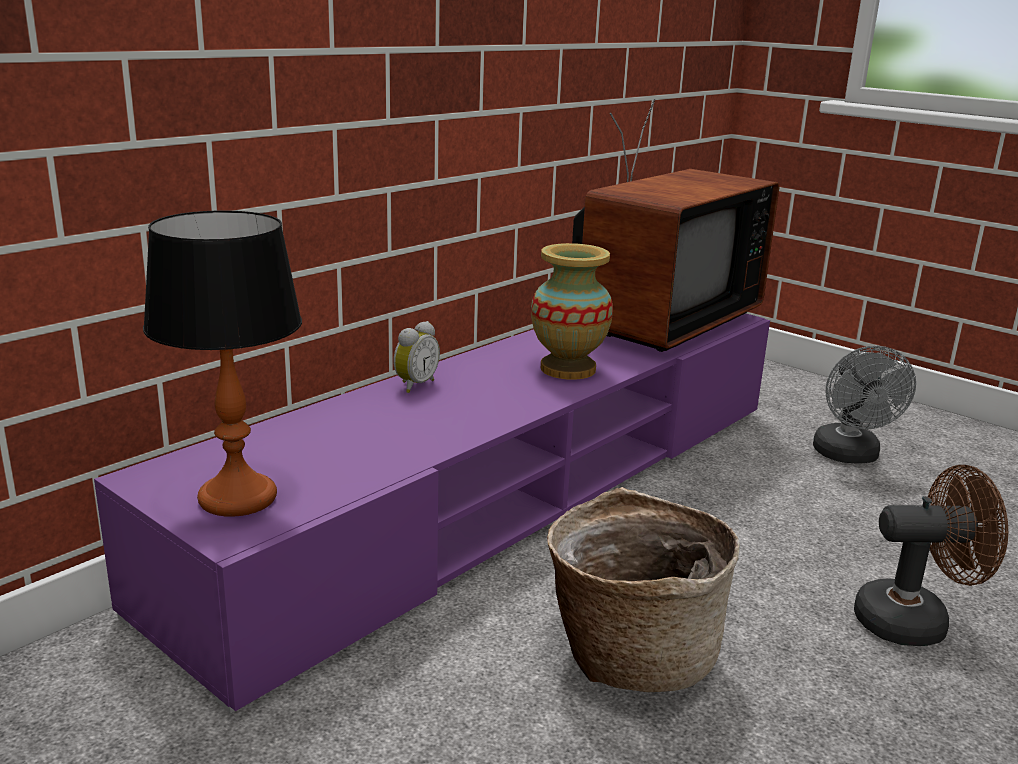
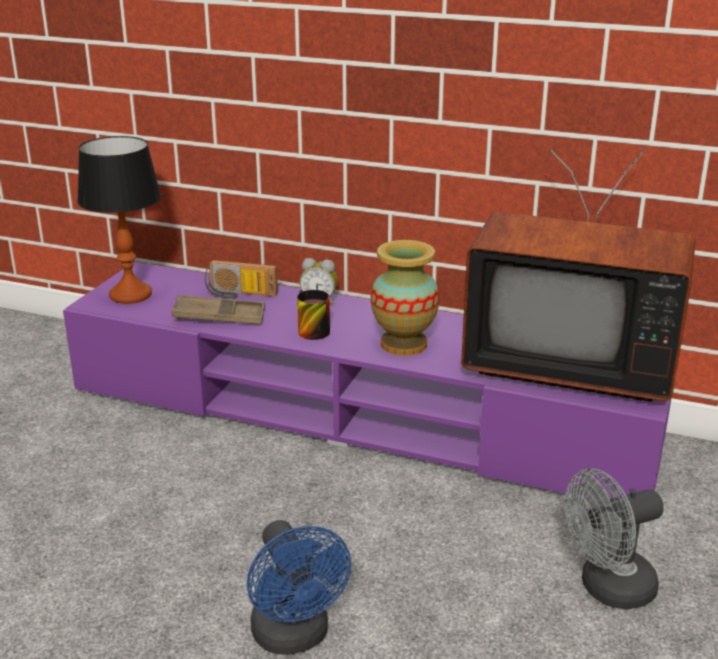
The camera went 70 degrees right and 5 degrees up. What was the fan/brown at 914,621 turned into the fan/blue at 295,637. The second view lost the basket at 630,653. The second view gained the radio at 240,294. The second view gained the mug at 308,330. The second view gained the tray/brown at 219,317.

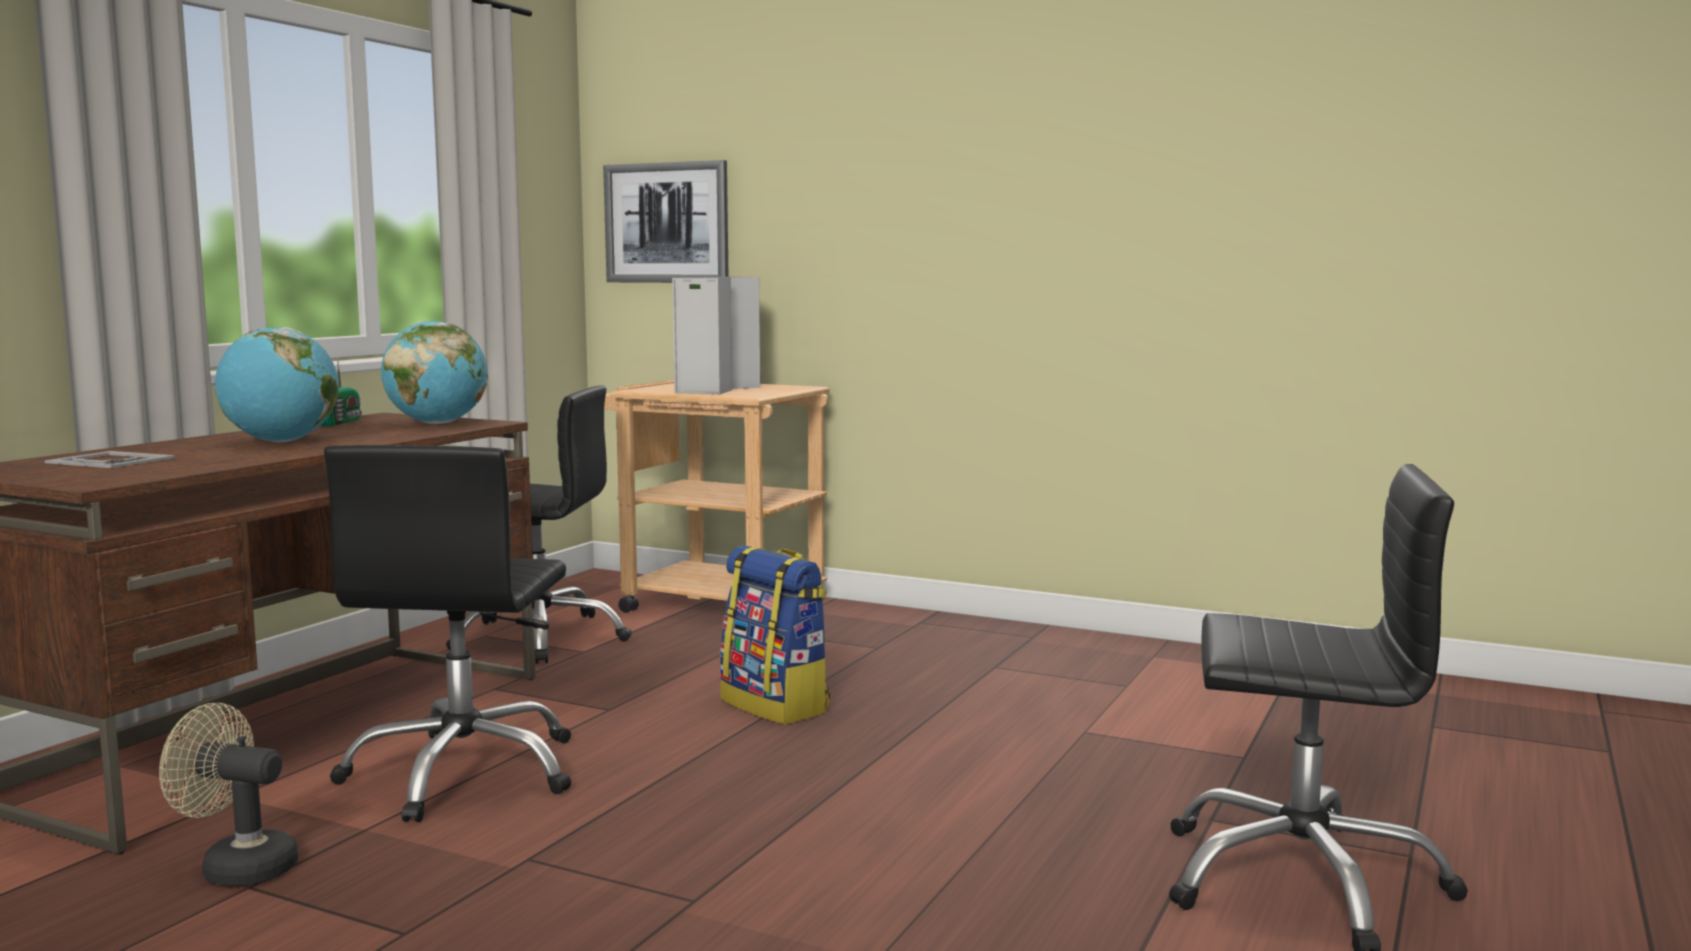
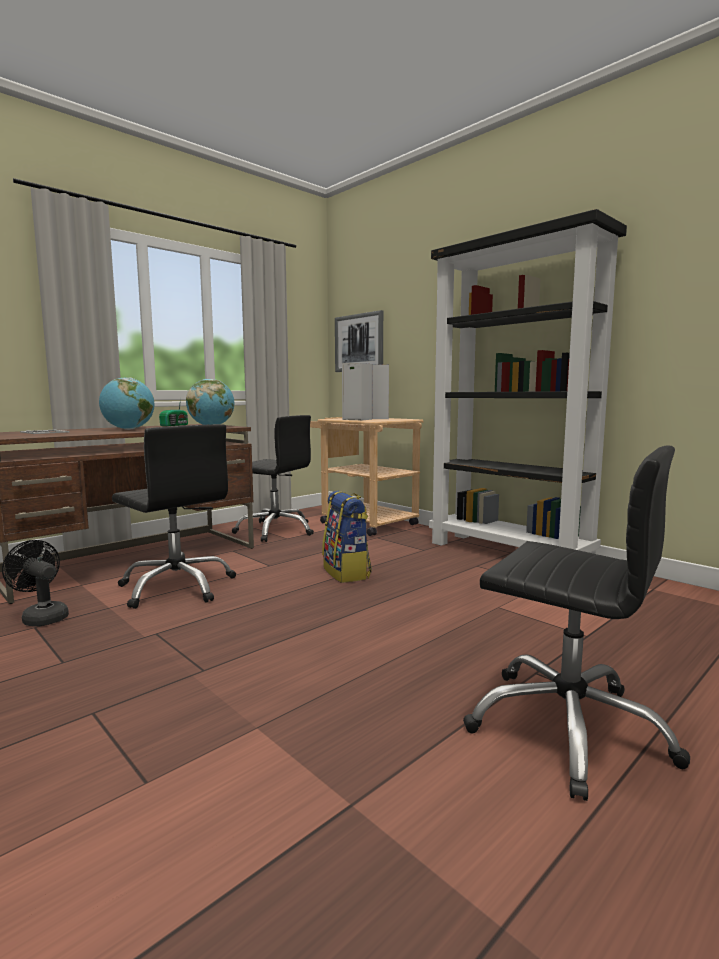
The camera went 20 degrees right and 0 degrees up. The office chair/black at 464,773 ended up facing another way, 75 degrees counterclockwise from before. What was the fan/beige at 237,867 turned into the fan/black at 42,617. The second view gained the bookcase/black at 509,553.

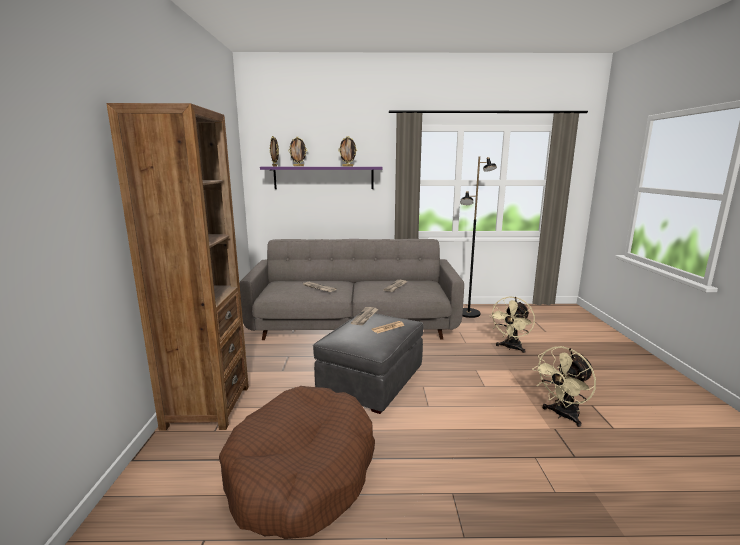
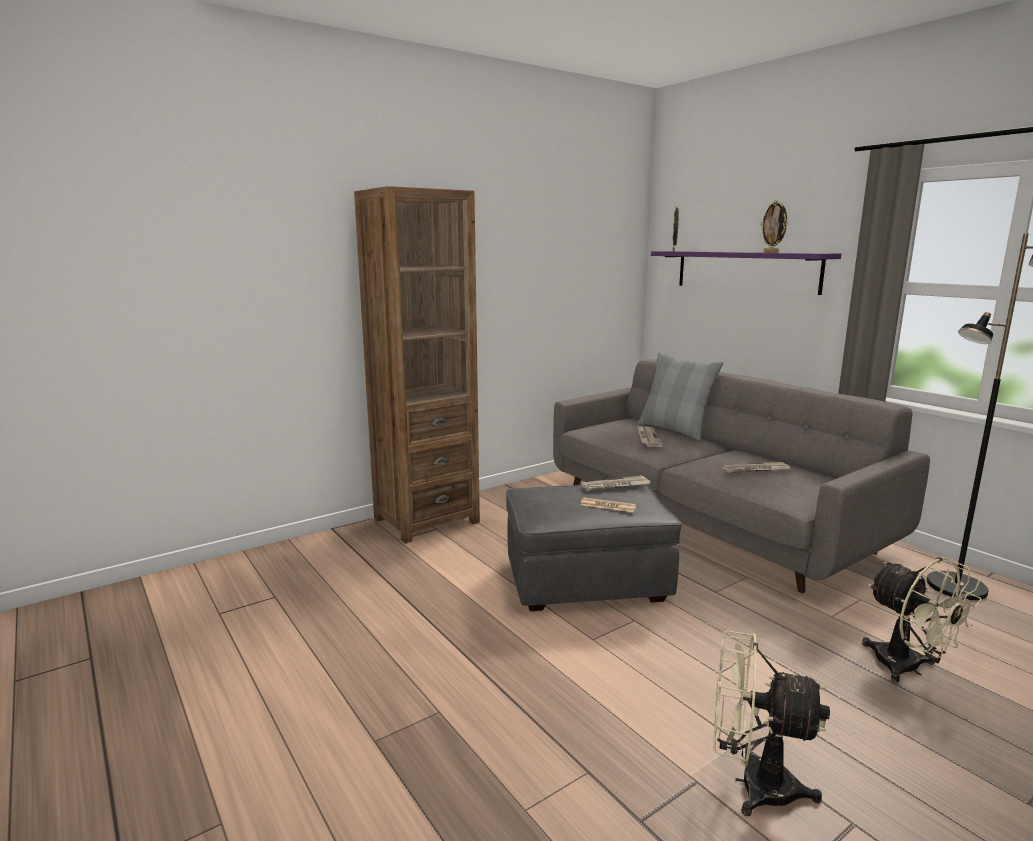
The camera went 55 degrees right and 0 degrees up. The second view lost the picture frame at 298,166. The fan/beige at 510,348 ended up facing another way, 120 degrees counterclockwise from before. The second view lost the dog bed/brown at 302,472. The second view gained the pillow/grey at 675,430.

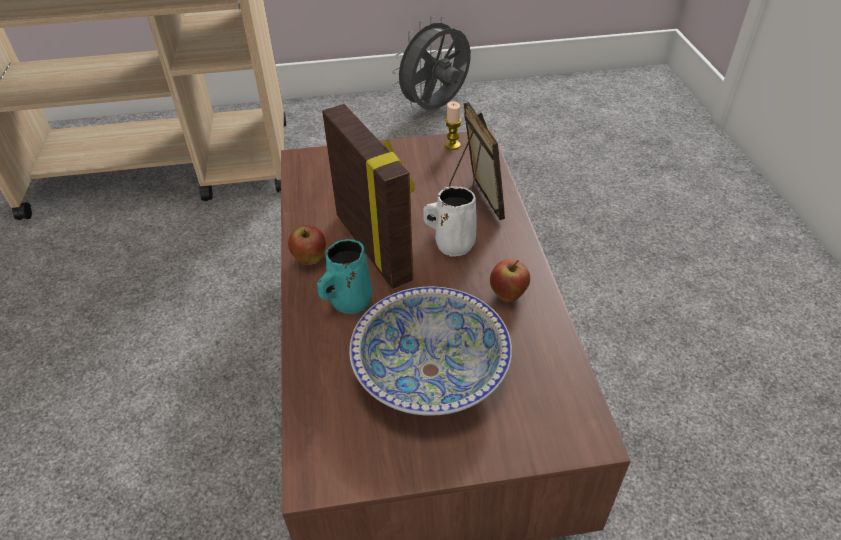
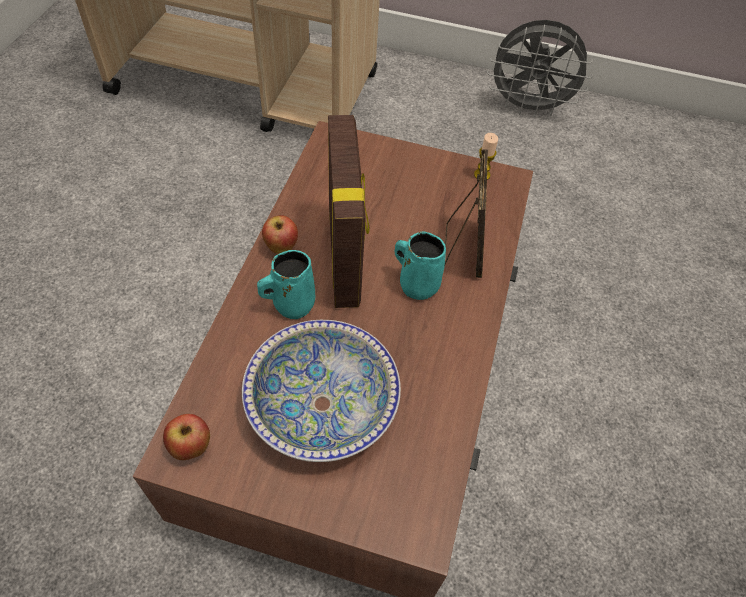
The camera went 20 degrees right and 10 degrees up. The fan/grey at 435,108 ended up facing another way, 150 degrees counterclockwise from before. What was the mug/white at 452,244 turned into the mug/turquoise at 417,284. The apple ended up elsewhere, having gone from 508,295 to 191,447.

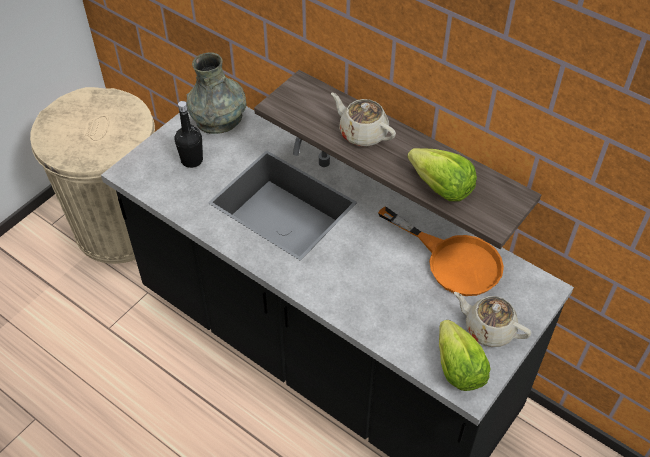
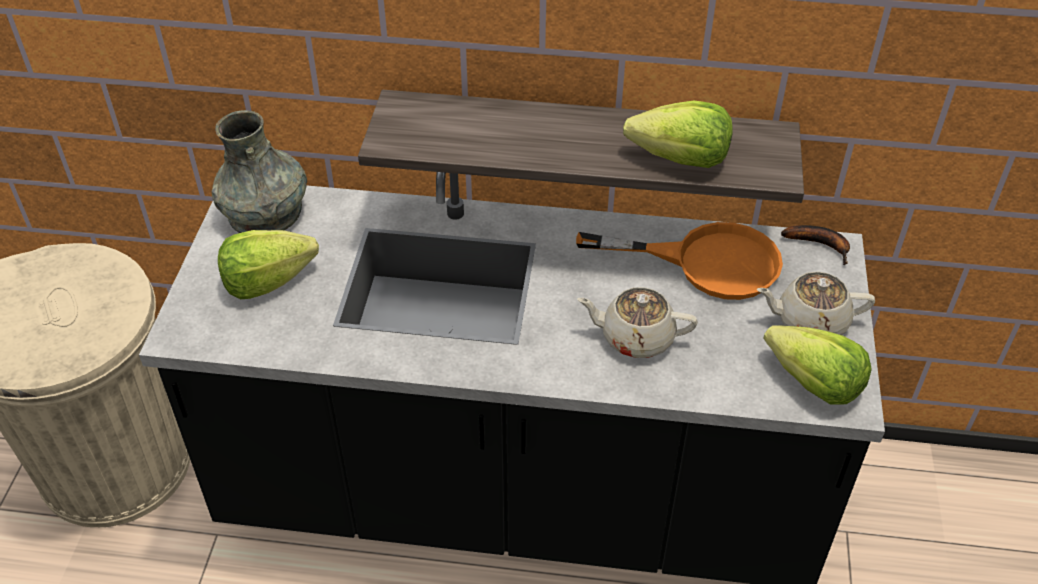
The camera went 30 degrees left and 5 degrees down. The teapot/beige ended up elsewhere, having gone from 362,133 to 635,337. Where the bottle/black stood at 192,160, the lettuce came to stand at 267,281. The second view gained the banana at 821,245.

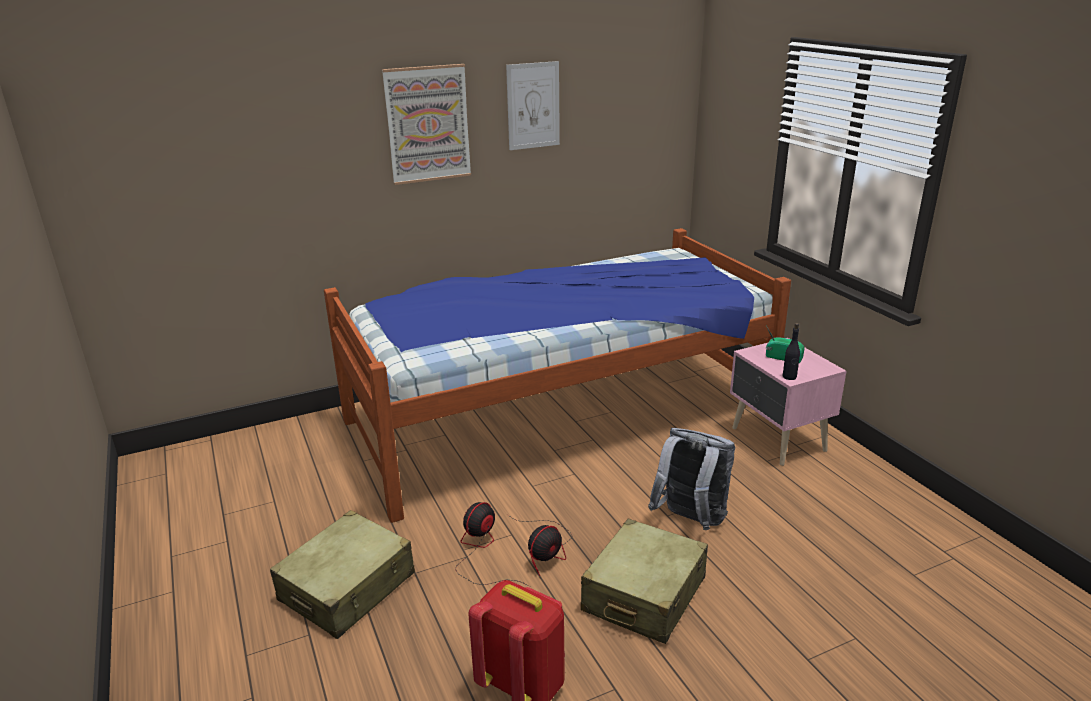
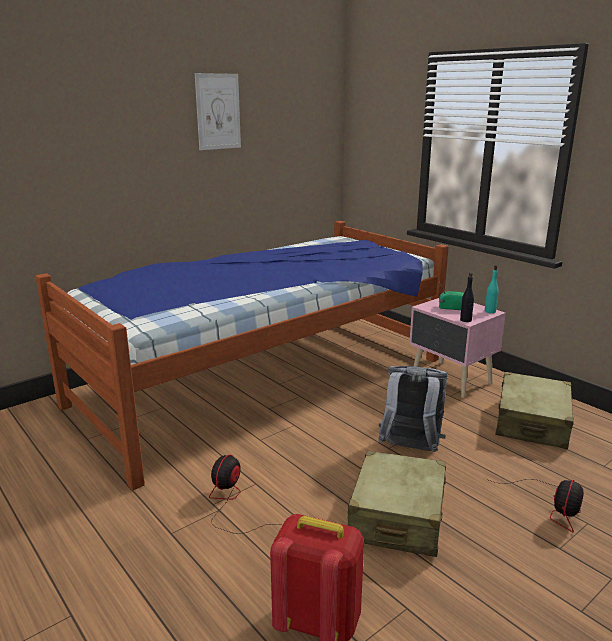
The camera went 15 degrees left and 5 degrees down. The second view lost the picture at 428,124. The suitcase/beige ended up elsewhere, having gone from 348,587 to 532,422. The fan ended up elsewhere, having gone from 545,550 to 552,507. The second view gained the bottle/turquoise at 490,311.

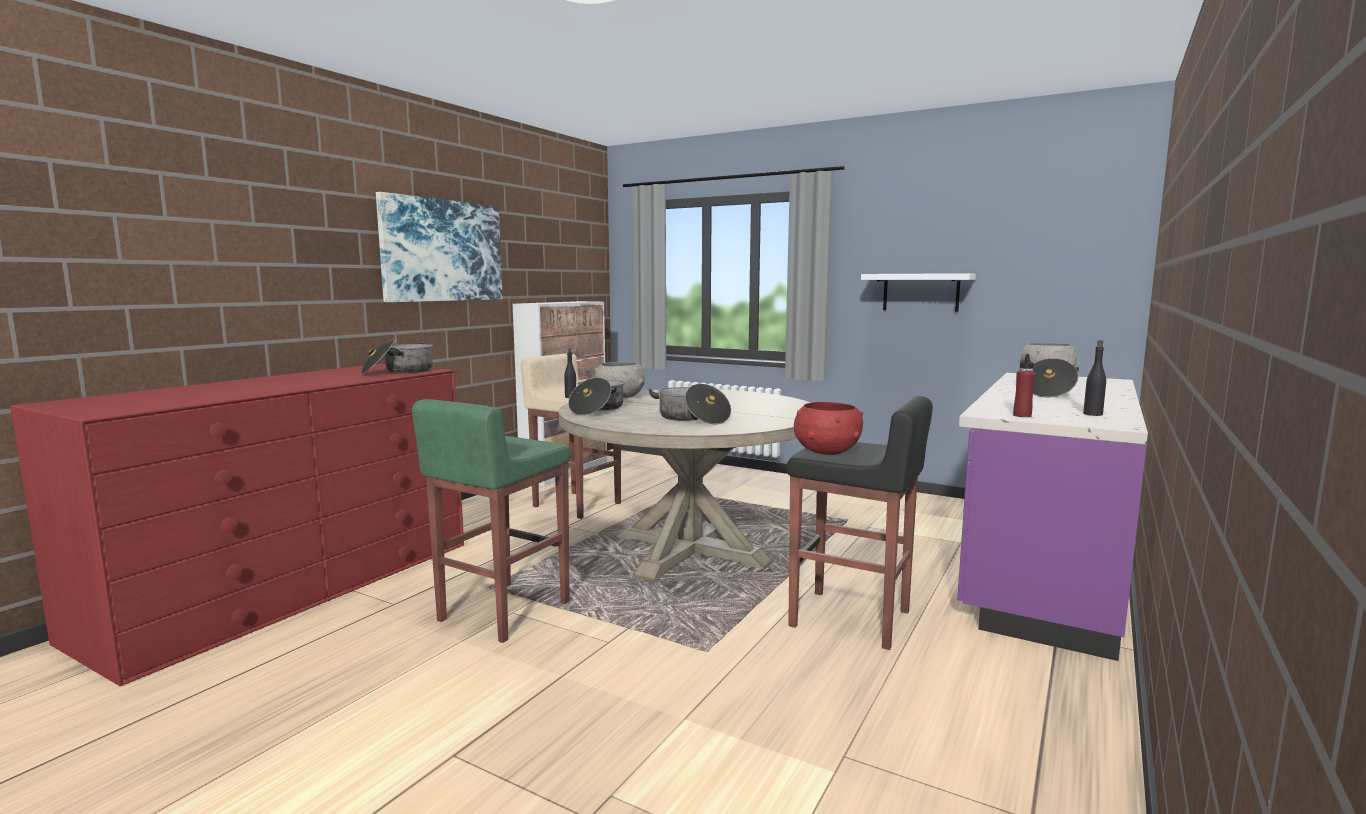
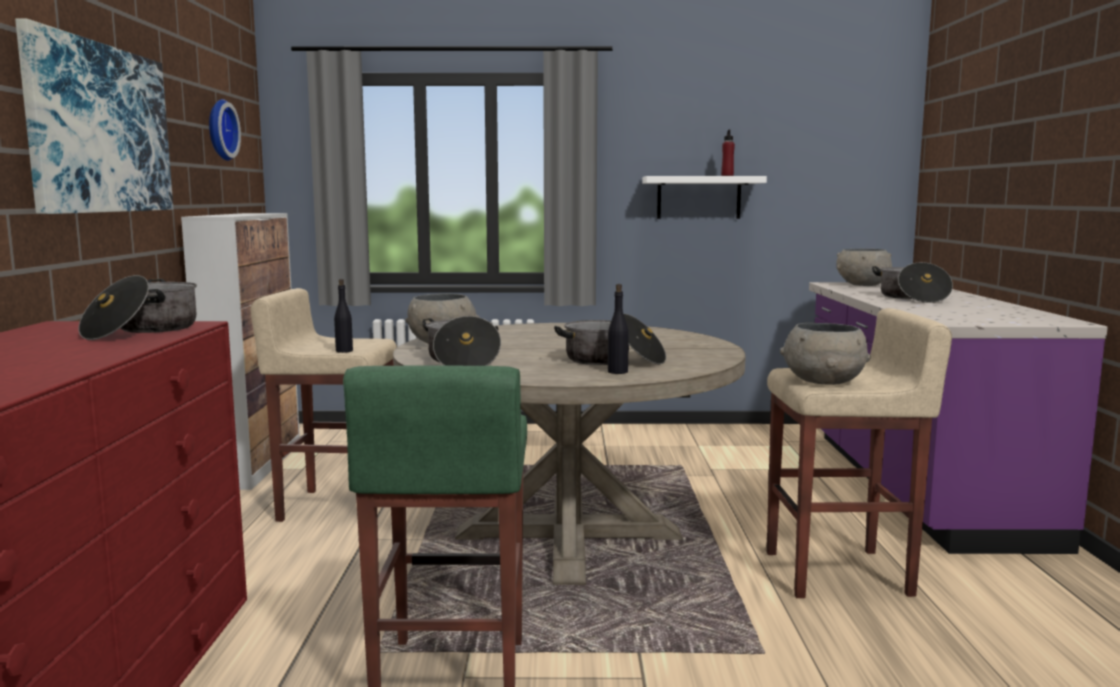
The camera went 30 degrees left and 0 degrees up. The bottle/black ended up elsewhere, having gone from 1092,414 to 617,372. The bottle/red ended up elsewhere, having gone from 1022,415 to 727,175. What was the stool/black at 851,620 turned into the stool/beige at 840,574. What was the bowl/red at 827,451 turned into the bowl/grey at 823,381. The second view gained the wall clock at 219,130.

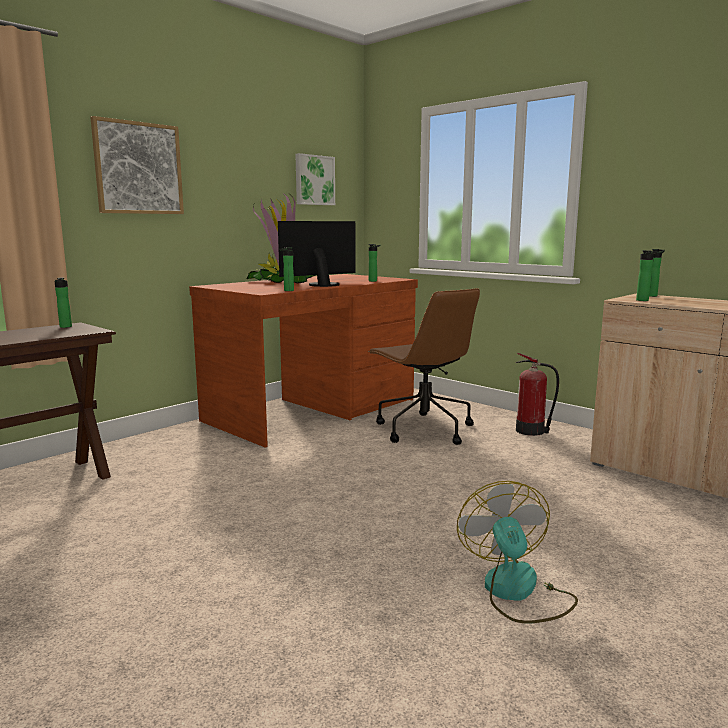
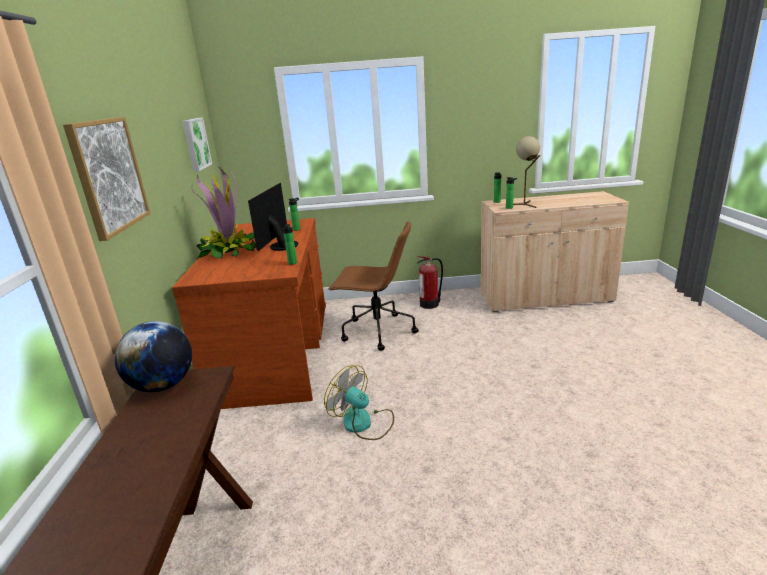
The camera went 45 degrees left and 10 degrees up. Where the bottle stood at 65,327, the globe came to stand at 163,386. The fan ended up elsewhere, having gone from 517,592 to 363,423. The second view gained the table lamp/beige at 525,205.

